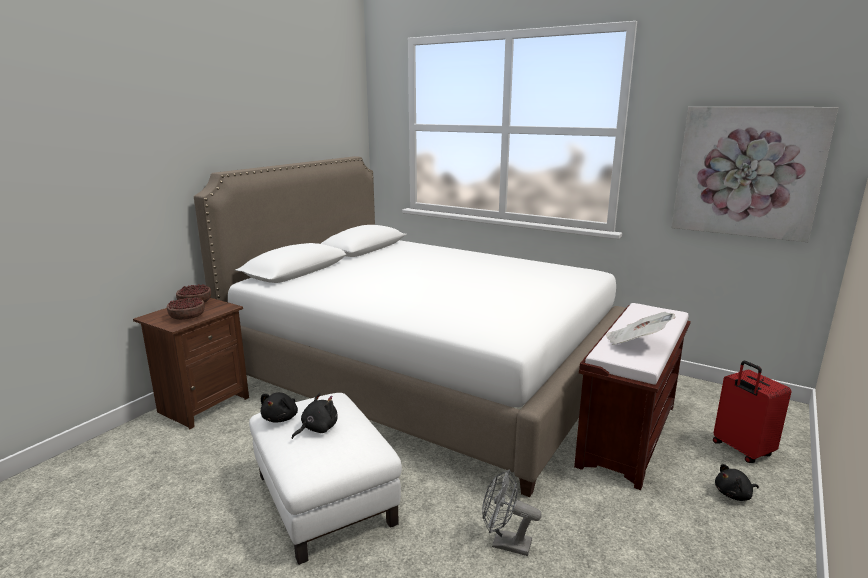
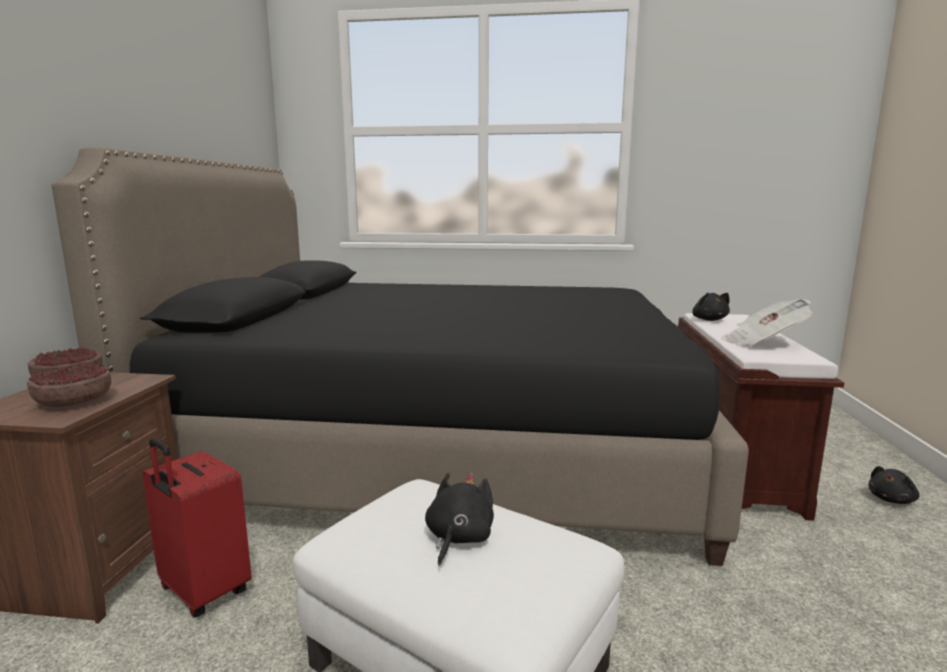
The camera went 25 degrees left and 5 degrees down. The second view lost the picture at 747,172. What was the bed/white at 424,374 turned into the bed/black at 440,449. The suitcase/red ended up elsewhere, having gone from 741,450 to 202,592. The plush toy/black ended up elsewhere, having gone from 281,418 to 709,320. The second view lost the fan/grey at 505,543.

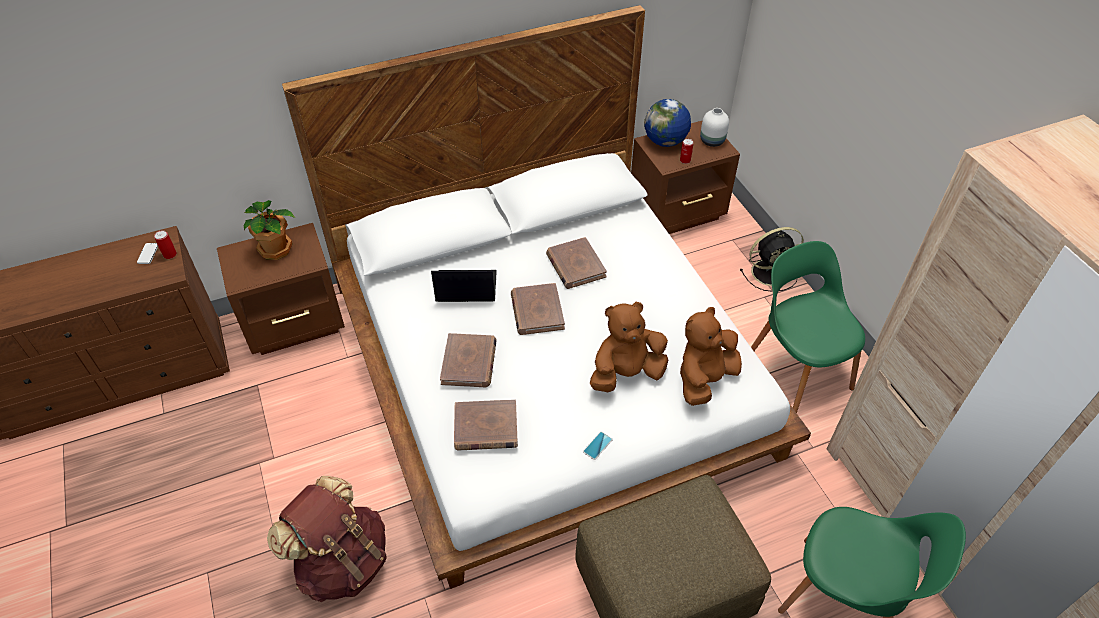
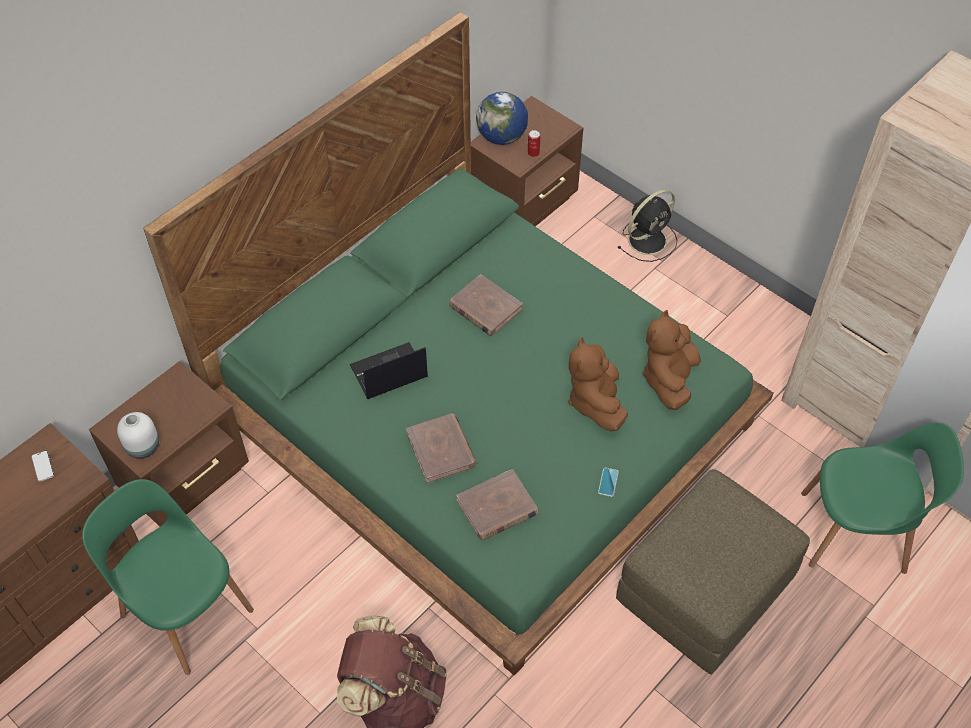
The camera went 25 degrees left and 5 degrees up. What was the bed/white at 549,366 turned into the bed/green at 485,420. The vase/white ended up elsewhere, having gone from 712,141 to 144,446. The second view lost the potted plant at 276,248. The second view lost the can at 170,254. The chair/green ended up elsewhere, having gone from 797,369 to 184,609. The second view lost the book/brown at 537,311. The plush toy/brown at 626,373 ended up facing another way, 45 degrees counterclockwise from before.

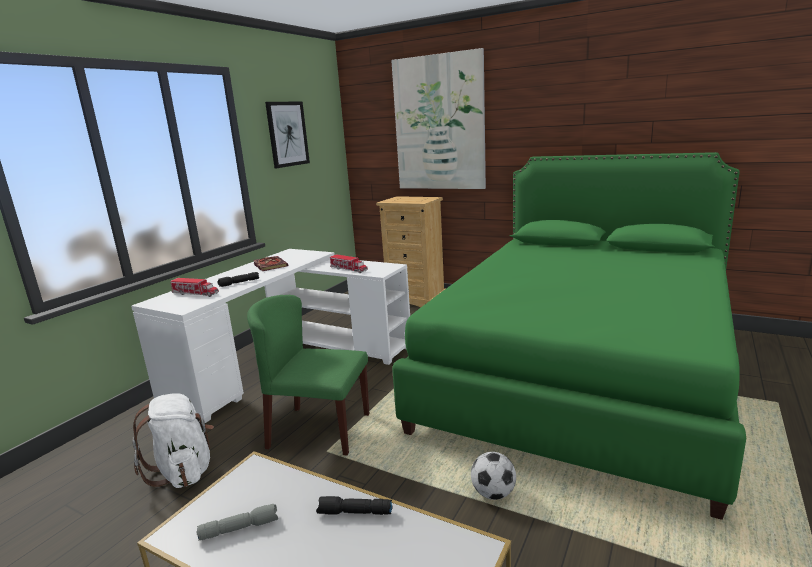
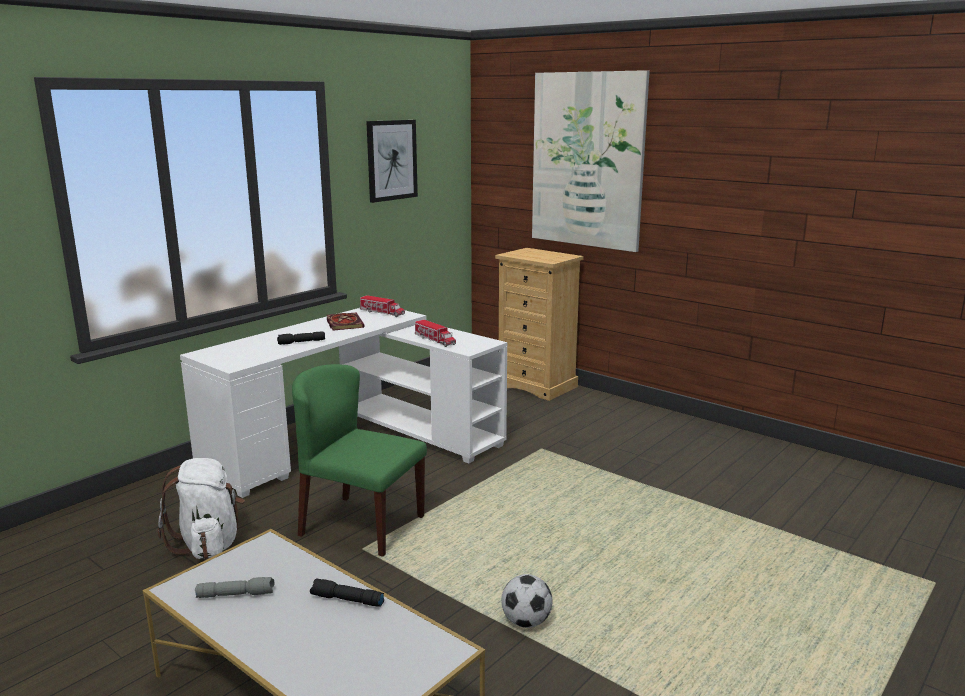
The camera went 10 degrees right and 0 degrees up. The second view lost the bed/green at 581,374. The toy truck ended up elsewhere, having gone from 196,294 to 382,313.

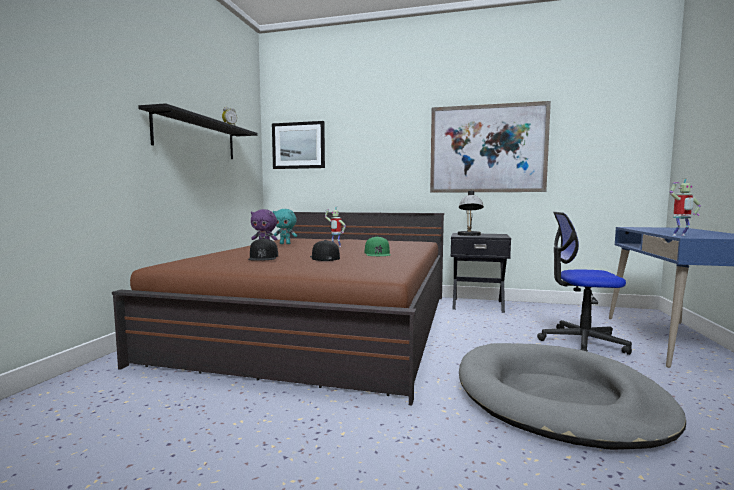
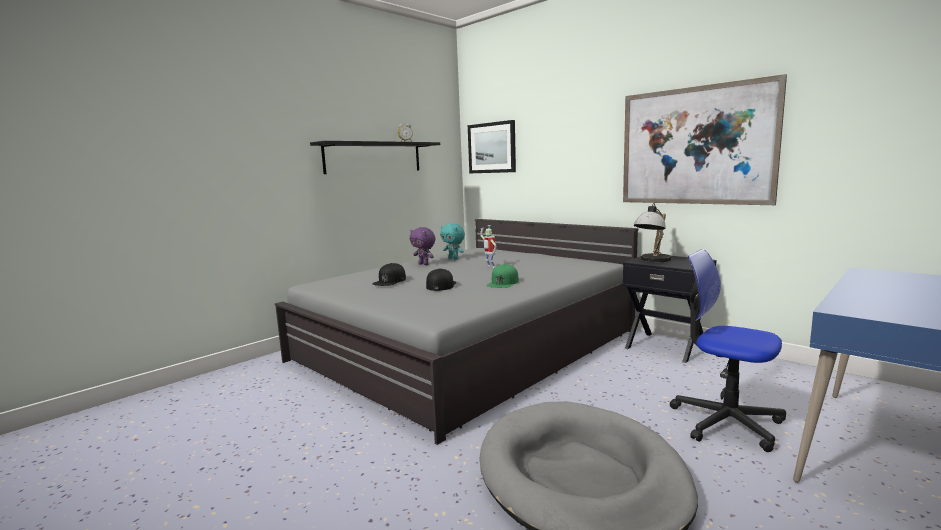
The camera went 30 degrees right and 5 degrees up. The second view lost the toy robot at 680,235. What was the bed/brown at 324,323 turned into the bed/grey at 468,345.

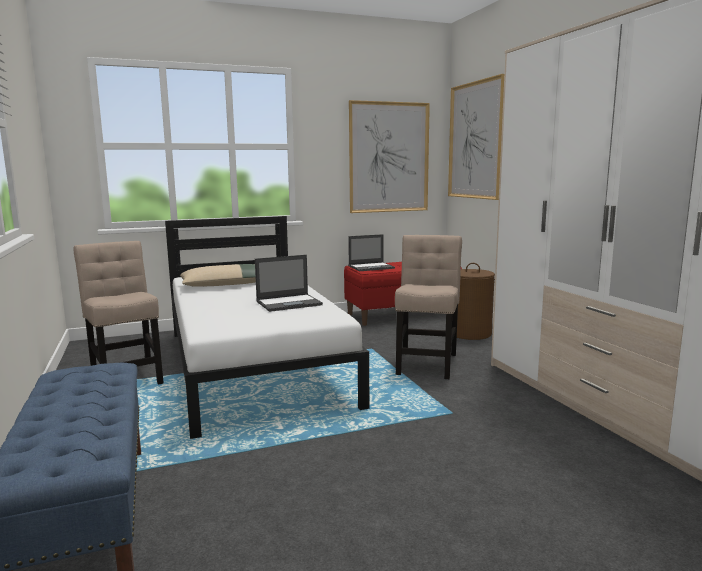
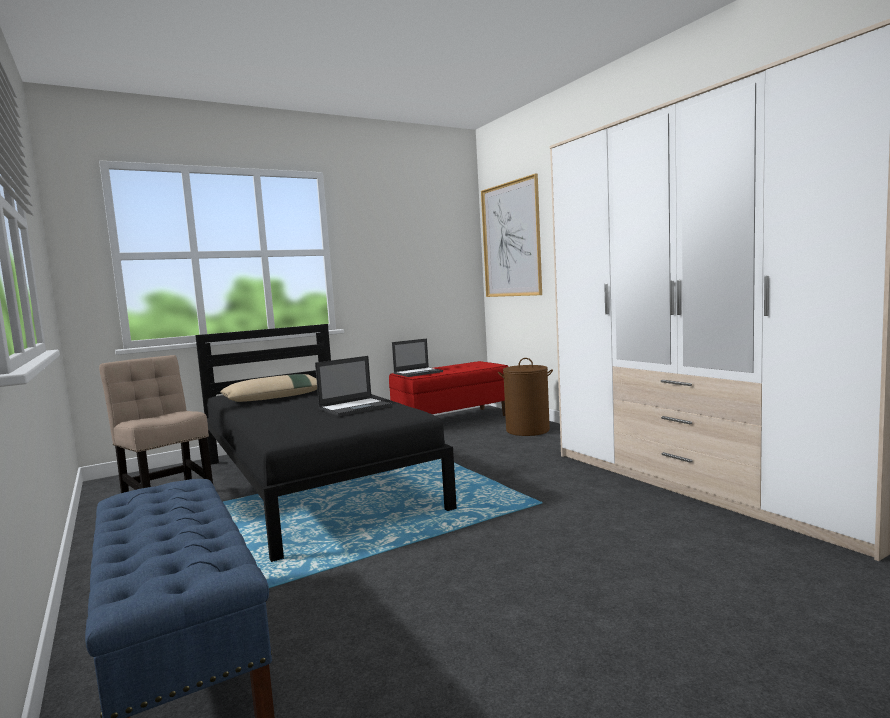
The camera went 10 degrees left and 5 degrees down. The second view lost the picture at 389,157. What was the bed/white at 254,365 turned into the bed/black at 314,483. The second view lost the chair/beige at 426,362.

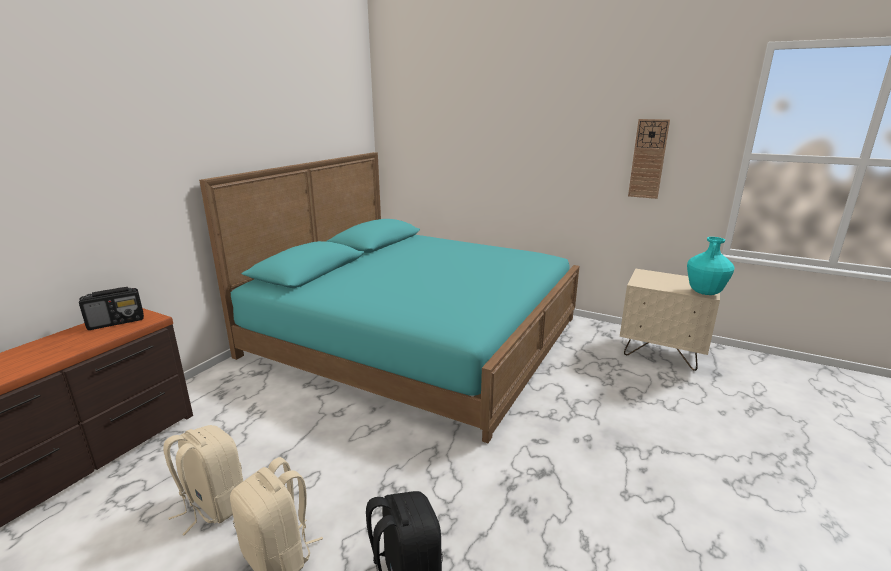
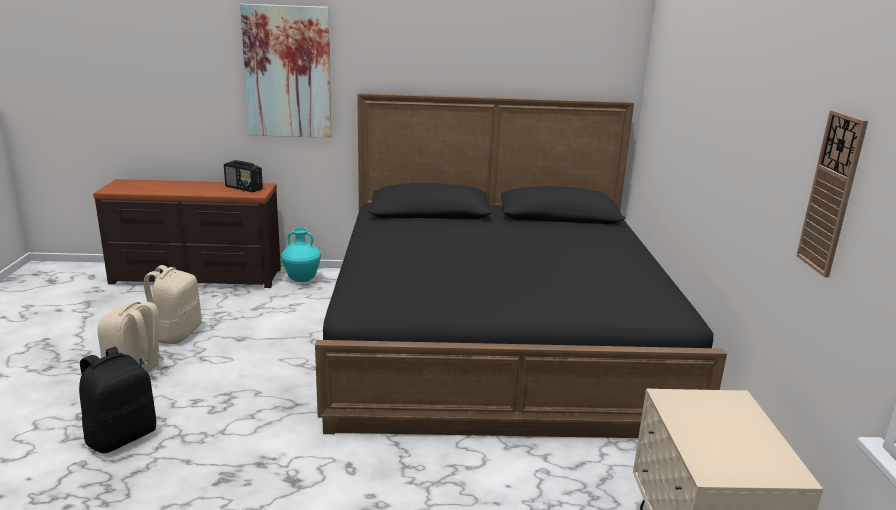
The camera went 60 degrees right and 0 degrees up. What was the bed/turquoise at 416,336 turned into the bed/black at 497,336. The vase/turquoise ended up elsewhere, having gone from 704,292 to 302,279. The second view gained the picture at 288,72.

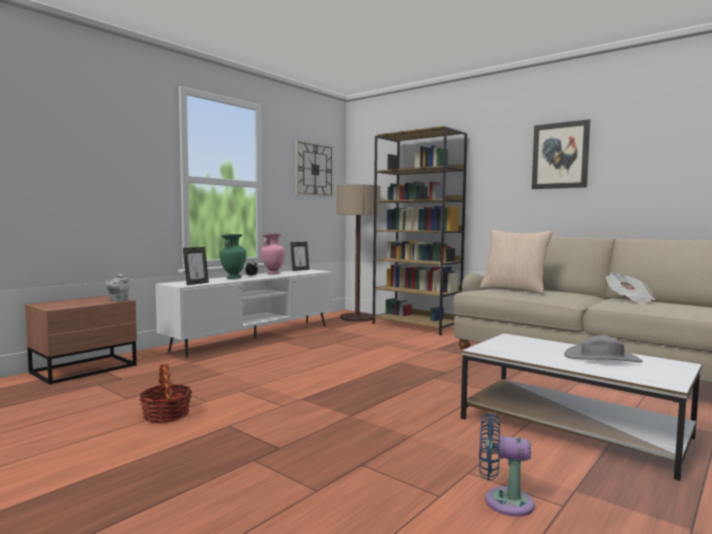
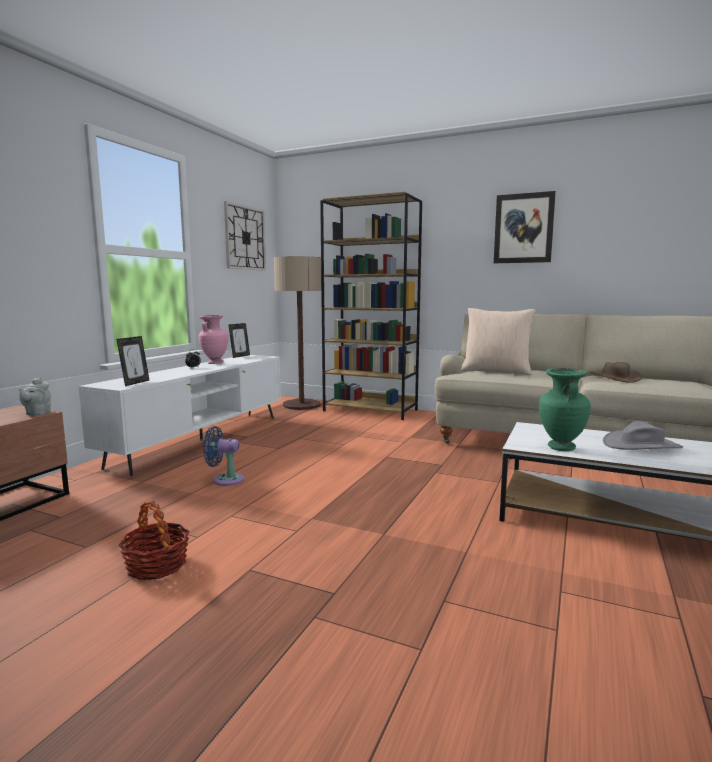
The camera went 15 degrees left and 5 degrees up. The vase/green ended up elsewhere, having gone from 233,278 to 560,447. Where the newspaper stood at 629,300, the hat/brown came to stand at 614,377. The fan/blue ended up elsewhere, having gone from 503,501 to 225,480.

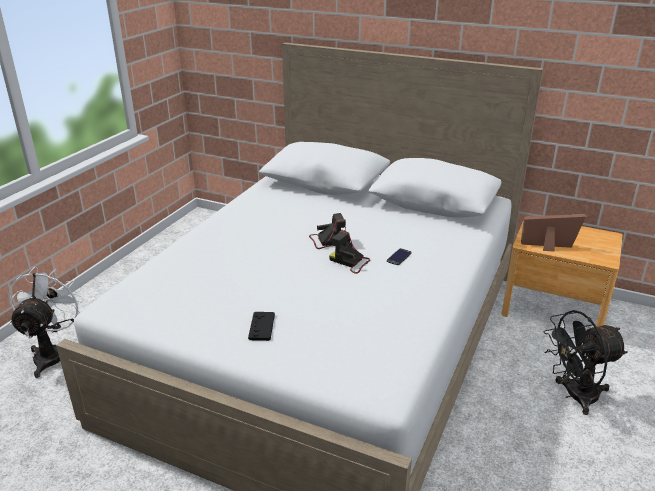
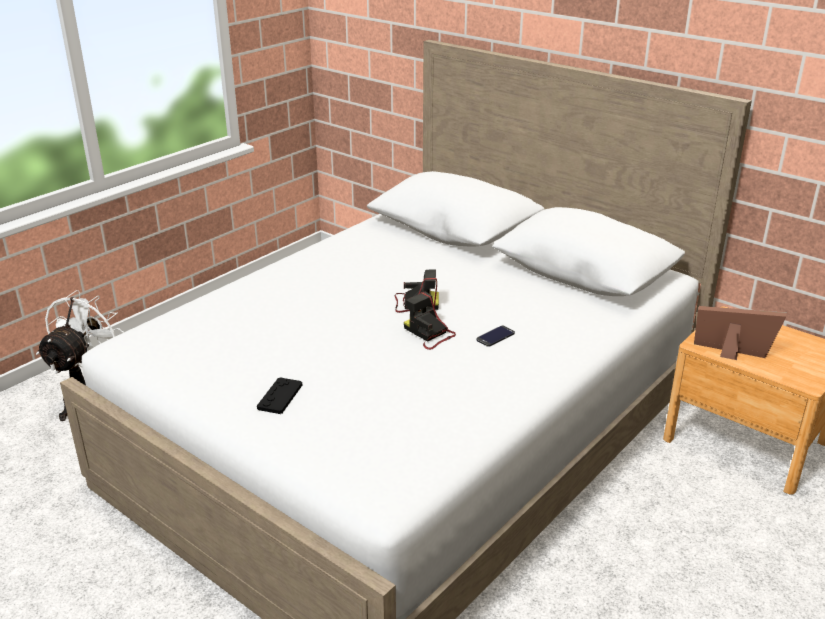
The camera went 15 degrees right and 0 degrees up. The second view lost the fan/black at 574,396.

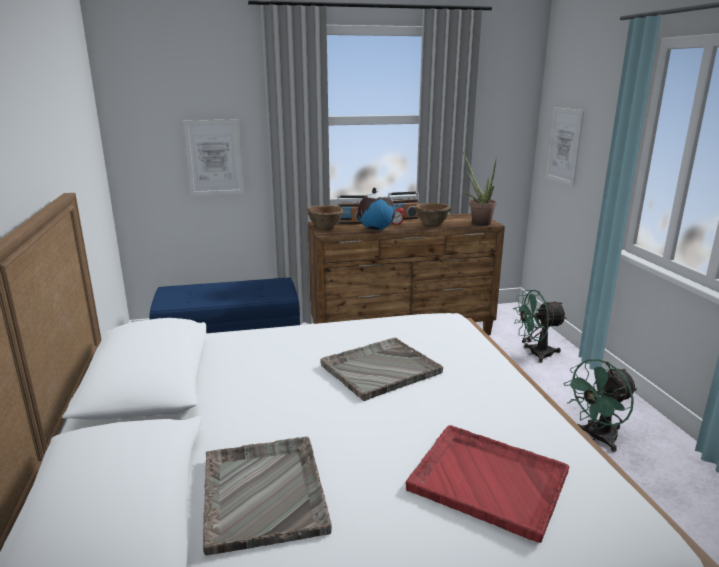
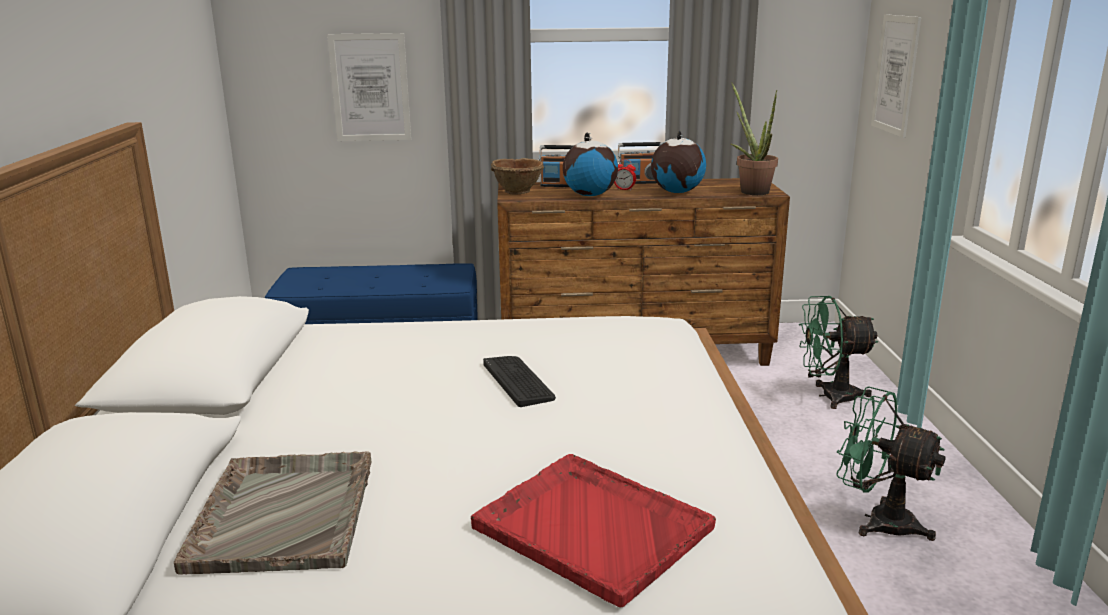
The camera went 10 degrees right and 0 degrees up. Where the bowl/brown stood at 431,225, the globe came to stand at 676,192. Where the tray/grey stood at 379,369, the keyboard came to stand at 518,381. The fan/green at 597,438 ended up facing another way, 60 degrees clockwise from before.

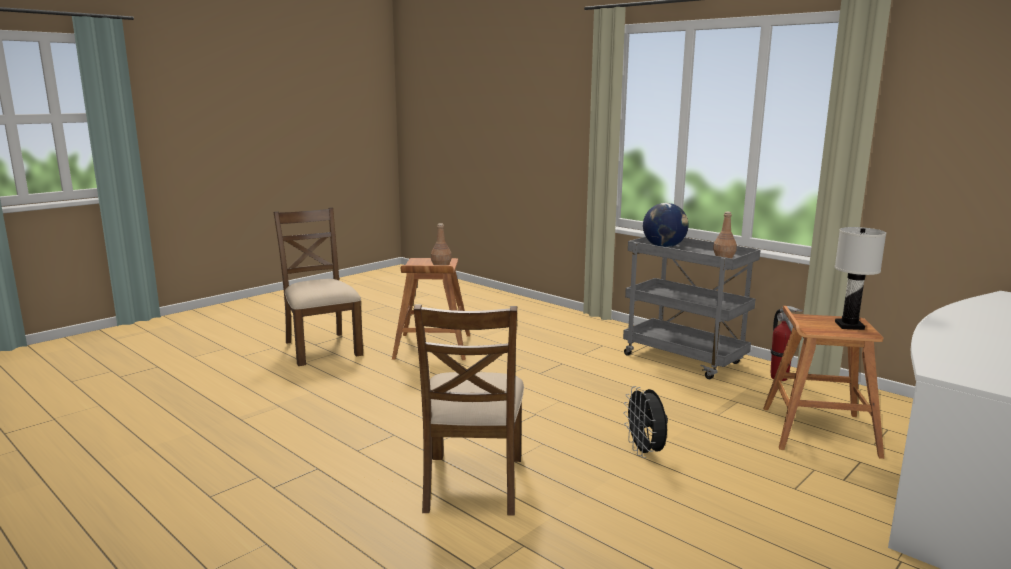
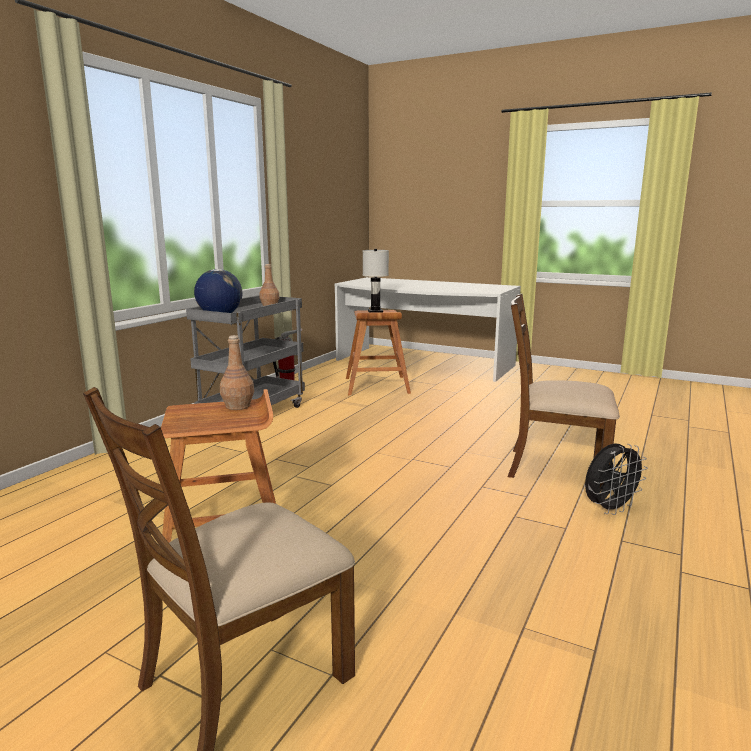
The camera went 105 degrees left and 0 degrees up. The chair/brown at 472,483 ended up facing another way, 150 degrees counterclockwise from before. The fan/black ended up elsewhere, having gone from 645,452 to 609,509.

